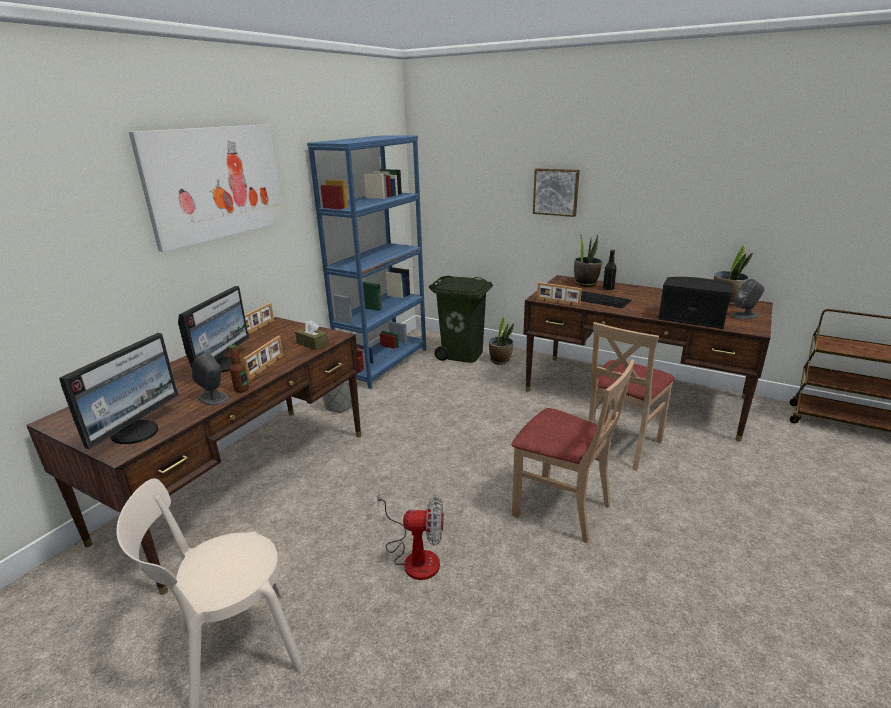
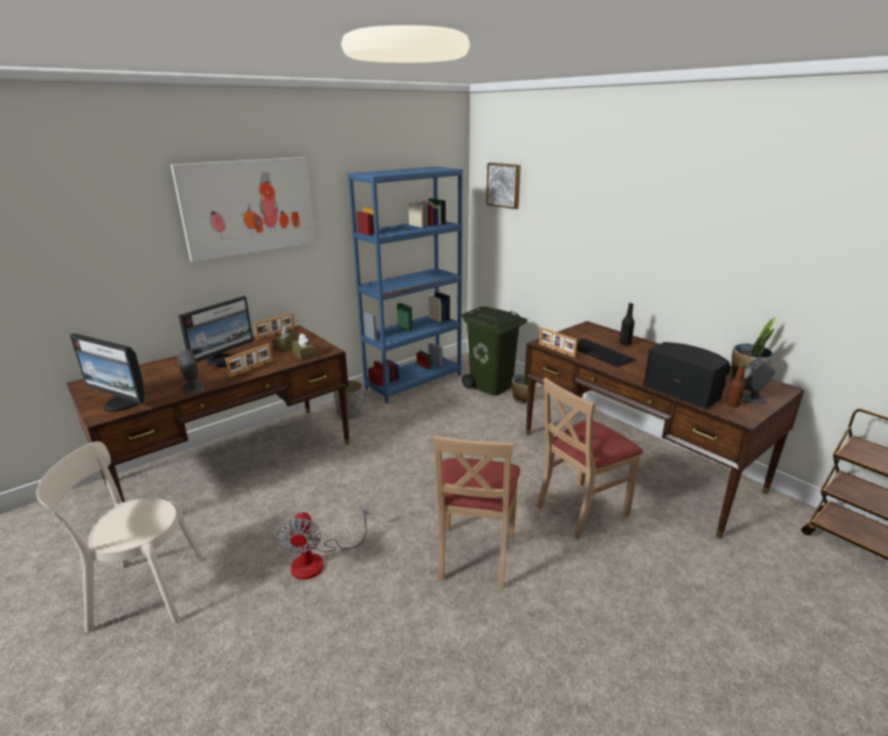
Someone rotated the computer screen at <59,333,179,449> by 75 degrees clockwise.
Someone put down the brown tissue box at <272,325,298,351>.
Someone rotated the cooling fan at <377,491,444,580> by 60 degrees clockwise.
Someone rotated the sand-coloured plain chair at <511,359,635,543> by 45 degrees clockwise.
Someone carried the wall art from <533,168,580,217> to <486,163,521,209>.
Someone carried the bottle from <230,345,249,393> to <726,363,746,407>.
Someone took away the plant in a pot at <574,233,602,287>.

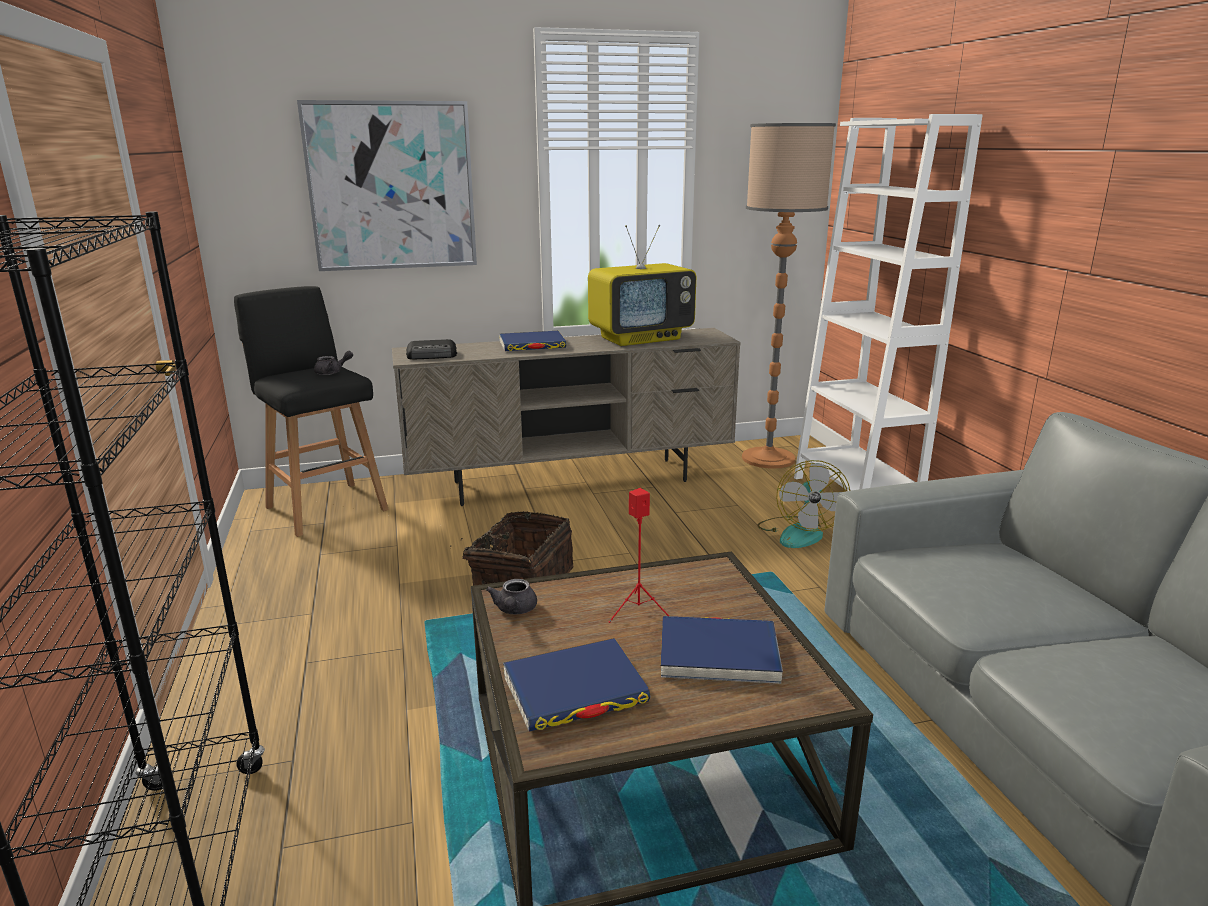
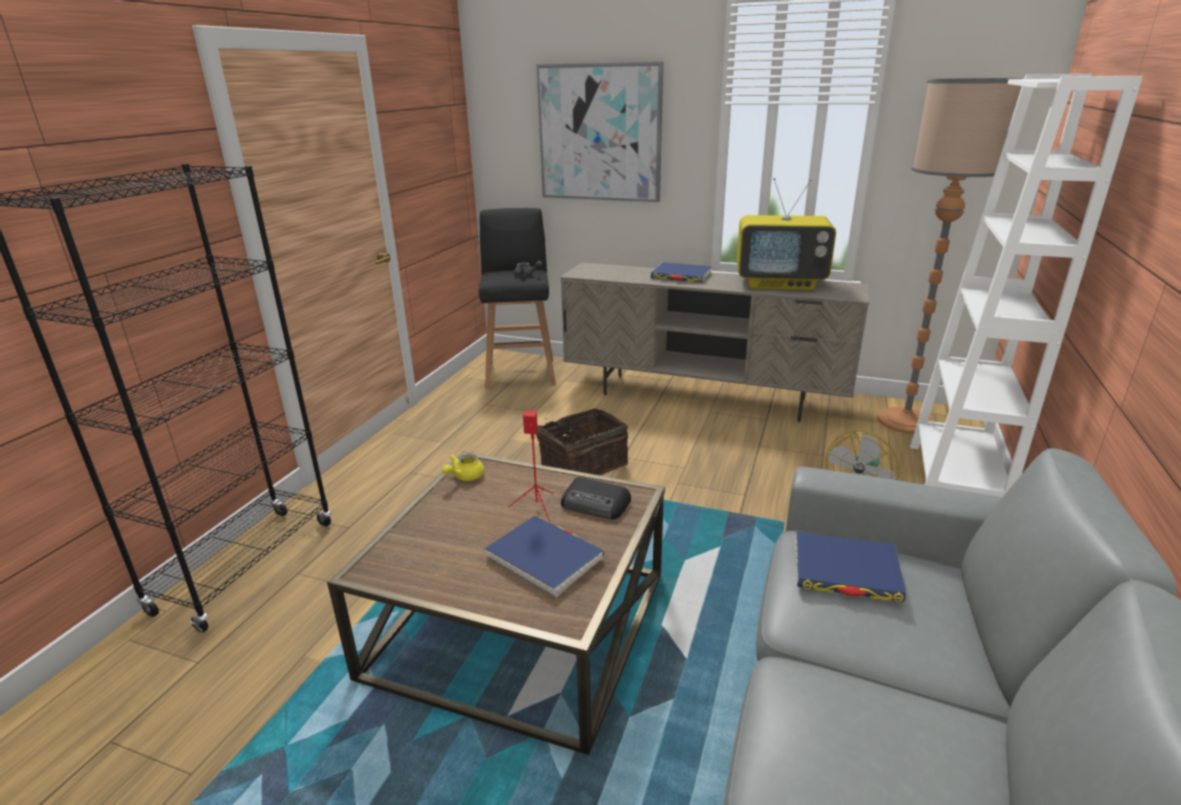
Someone repainted the greyish tea pot at <486,579,537,614>, which became the yellow tea pot at <442,454,484,481>.
Someone carried the radio from <406,339,457,360> to <561,477,631,520>.
Someone carried the bluish volume from <503,638,650,732> to <795,532,906,602>.

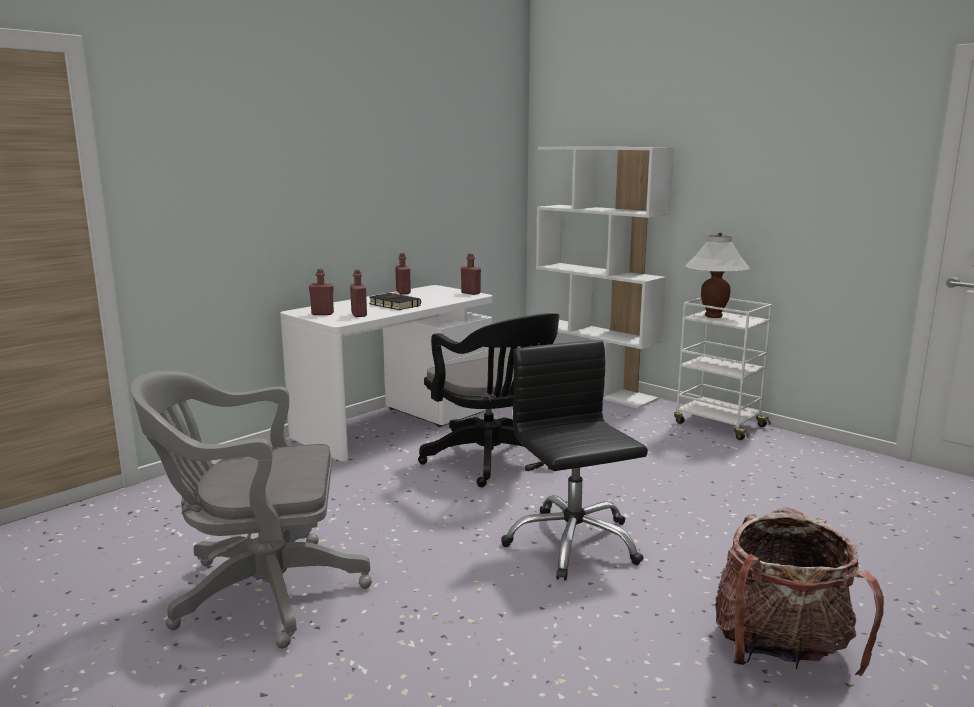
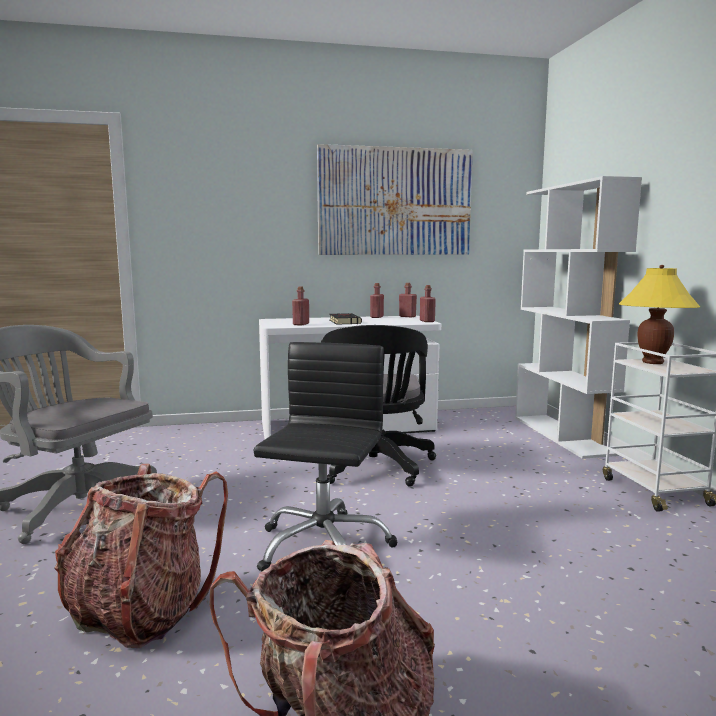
Someone put down the knapsack at <54,464,228,648>.
Someone put up the wall art at <317,144,473,255>.
Someone carried the reddish bottle from <309,269,334,315> to <399,283,417,317>.
Someone repainted the white lamp for a table at <685,232,751,318>, which became the yellow lamp for a table at <619,265,700,364>.

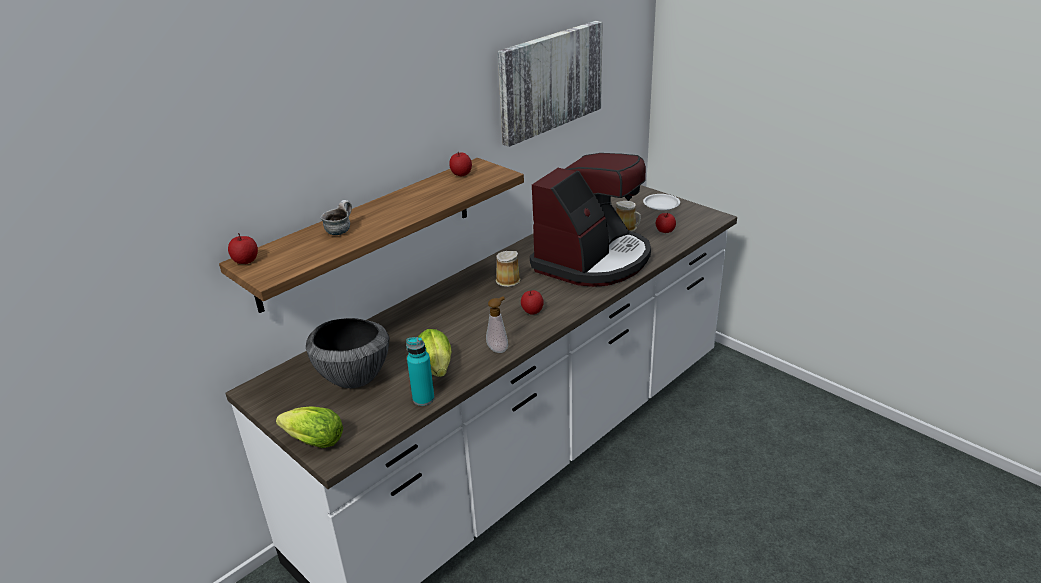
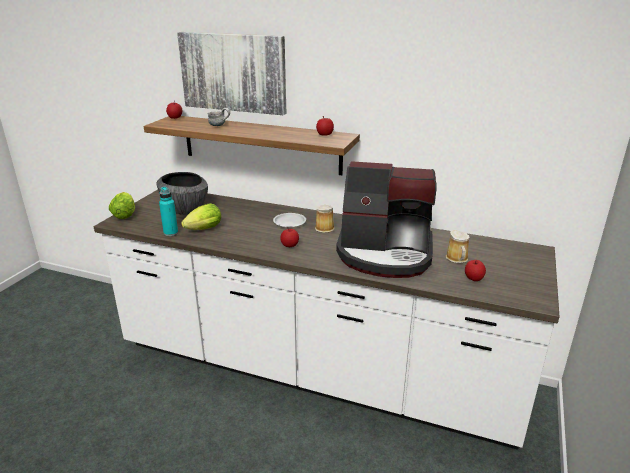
Someone carried the wall art from <498,21,603,147> to <177,32,286,115>.
Someone carried the white plate from <643,194,680,210> to <273,213,306,228>.
Someone took away the soap bottle at <486,296,508,353>.

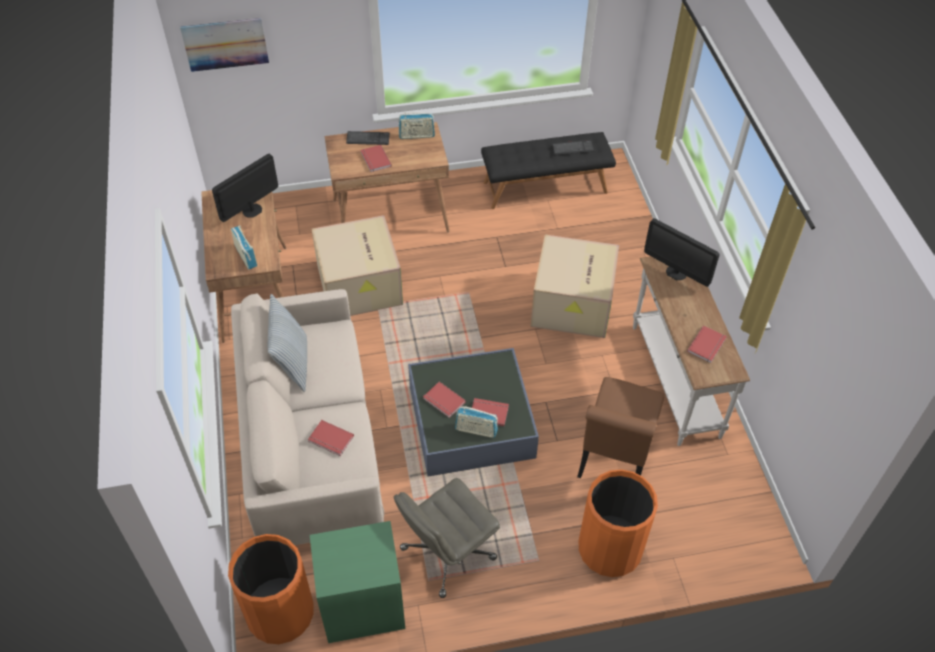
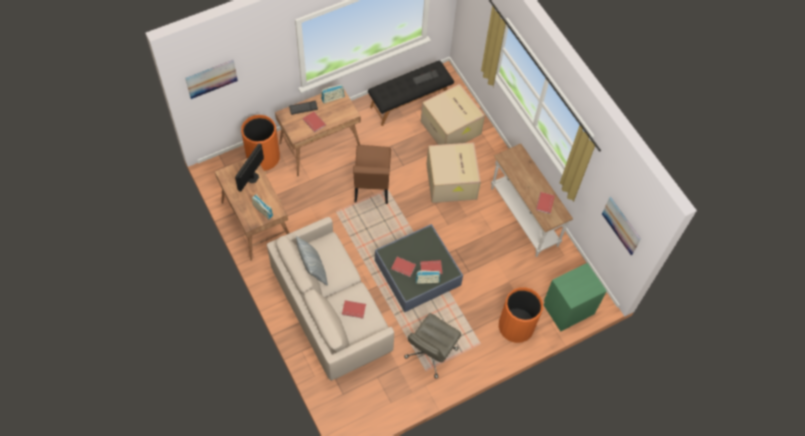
Someone carried the orange waste bin from <228,534,314,644> to <241,115,280,171>.
Someone carried the brown plain chair from <577,377,664,478> to <353,145,391,204>.
Someone carried the carton from <312,215,403,316> to <421,84,485,145>.
Someone carried the green bedside table from <310,521,405,643> to <544,263,607,332>.
Someone put up the wall art at <602,197,641,255>.
Someone took away the computer screen at <644,218,720,287>.

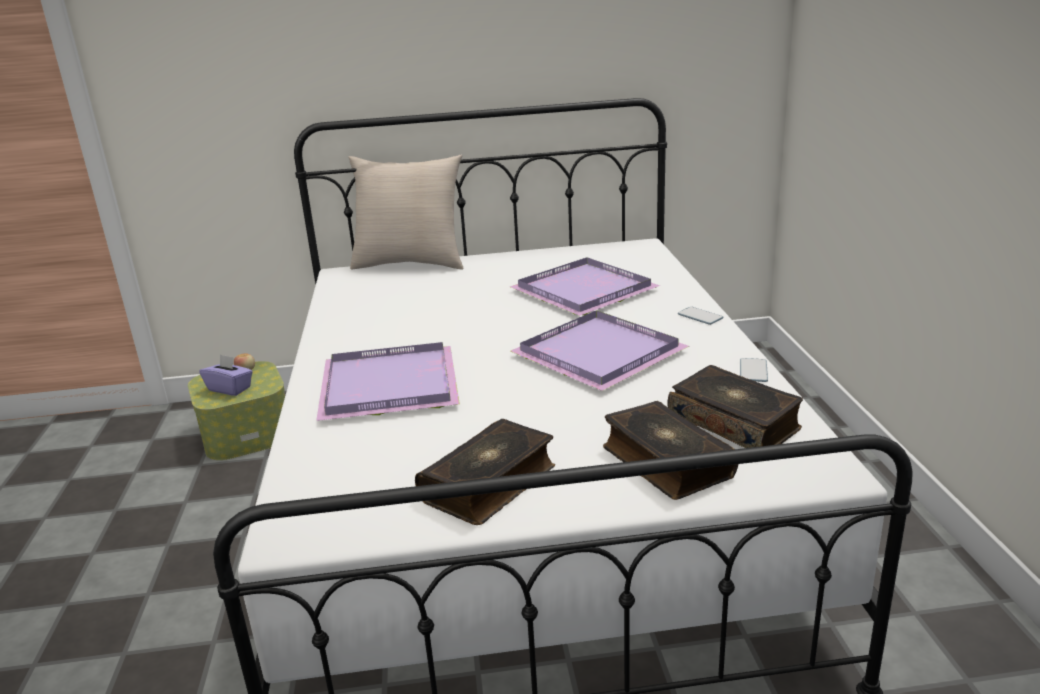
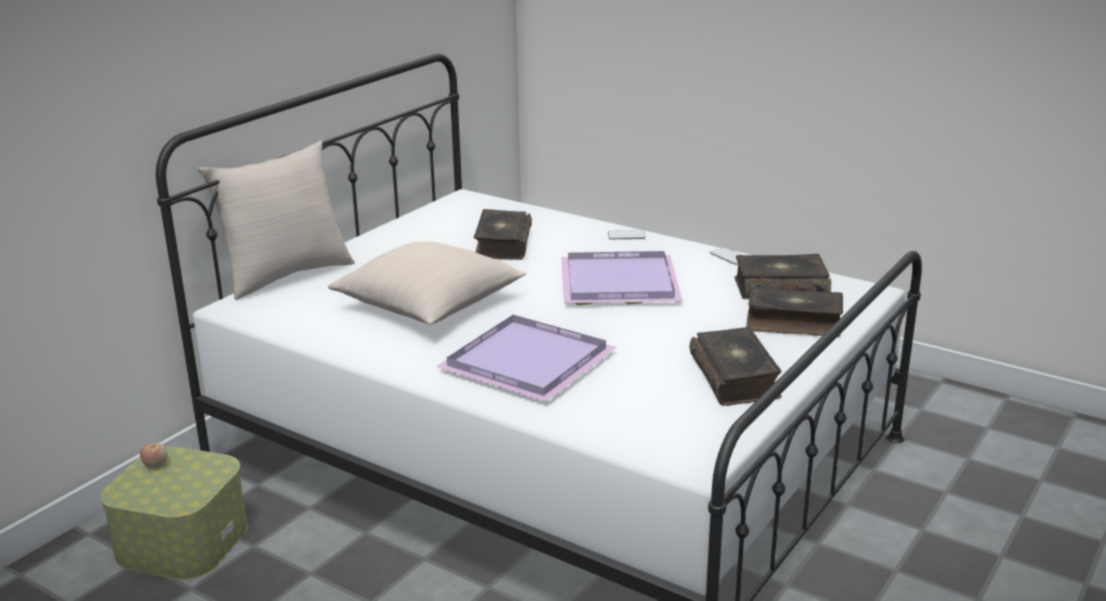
Someone put down the sand-coloured throw pillow at <328,242,526,324>.
Someone swapped the purple-coloured serving tray at <510,257,660,316> for the volume at <474,209,532,260>.
Someone took away the purple-coloured tissue box at <199,354,253,396>.

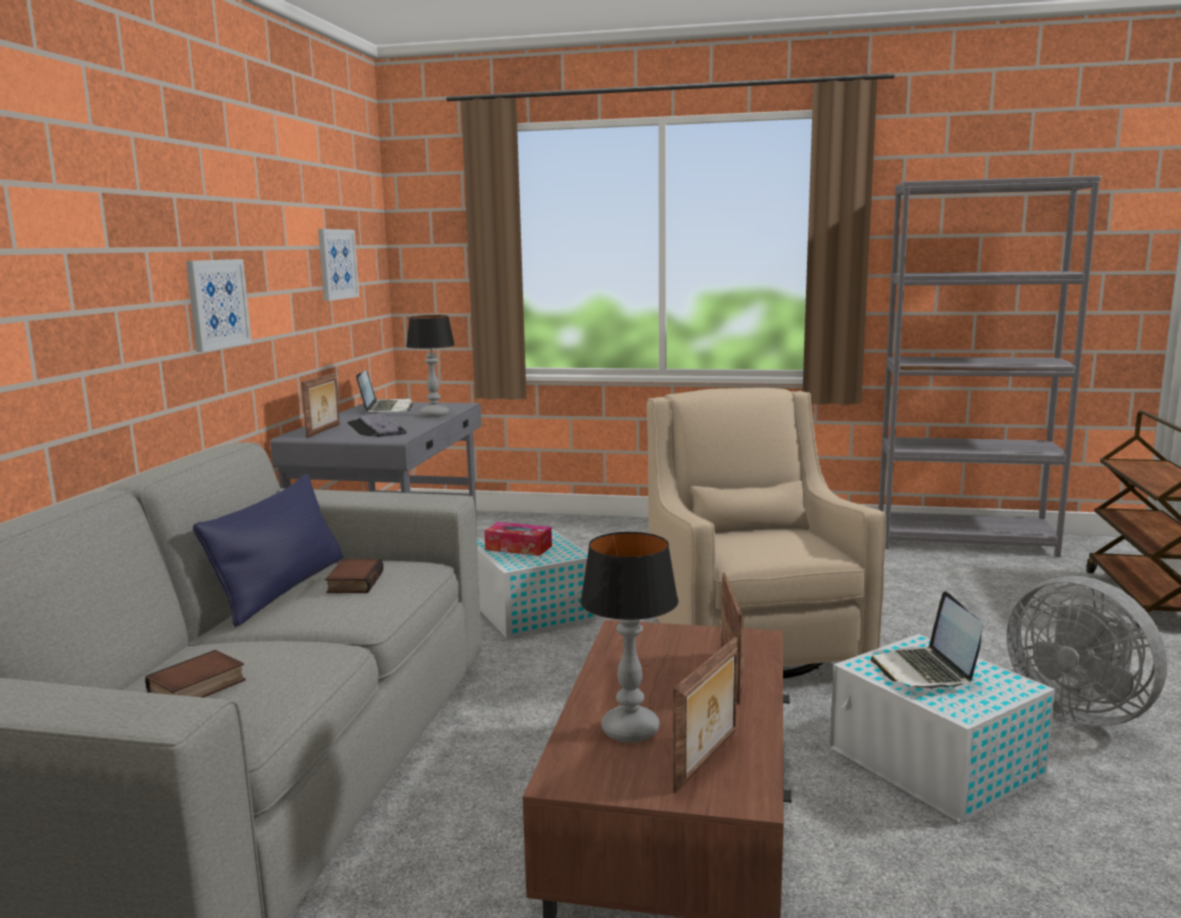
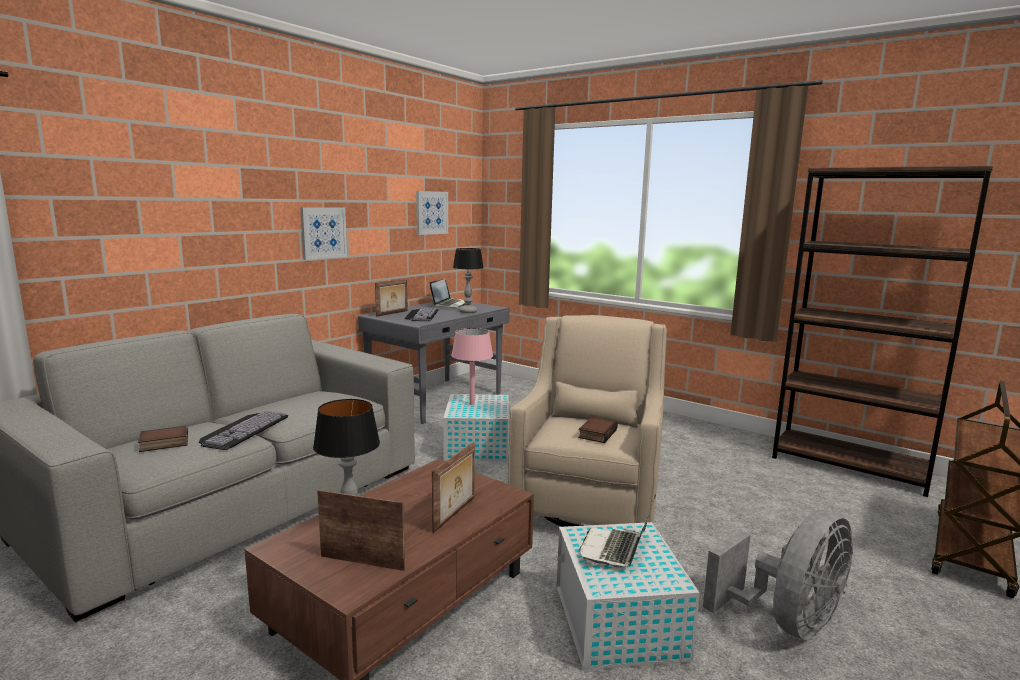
Someone put down the PC keyboard at <199,411,288,450>.
Someone rotated the standing frame at <673,637,737,794> by 135 degrees counterclockwise.
Someone swapped the tissue box at <484,522,552,556> for the pink lamp for a table at <451,328,493,405>.
Someone carried the volume from <325,559,384,593> to <578,417,618,443>.
Someone rotated the greyish cooling fan at <1007,576,1167,726> by 120 degrees counterclockwise.
Someone repainted the greyish shelving unit at <878,176,1101,557>, which became the brown shelving unit at <772,165,993,497>.
Someone took away the bluish throw pillow at <193,474,343,627>.

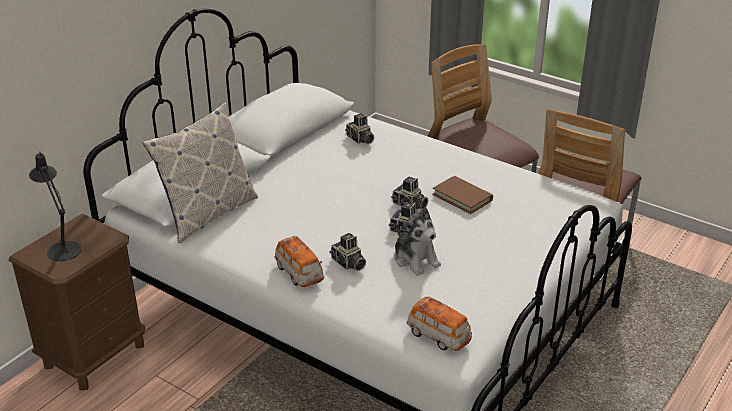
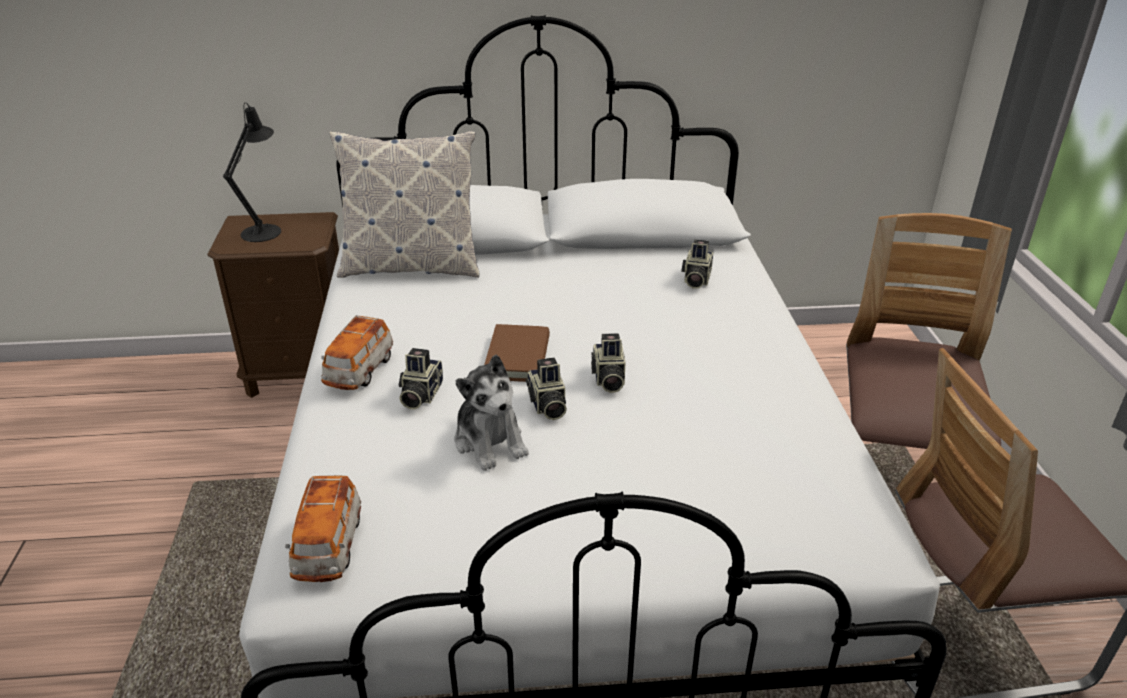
Someone rotated the soft toy at <394,207,441,276> by 45 degrees counterclockwise.
Someone carried the brown volume from <432,176,493,214> to <484,324,550,382>.

